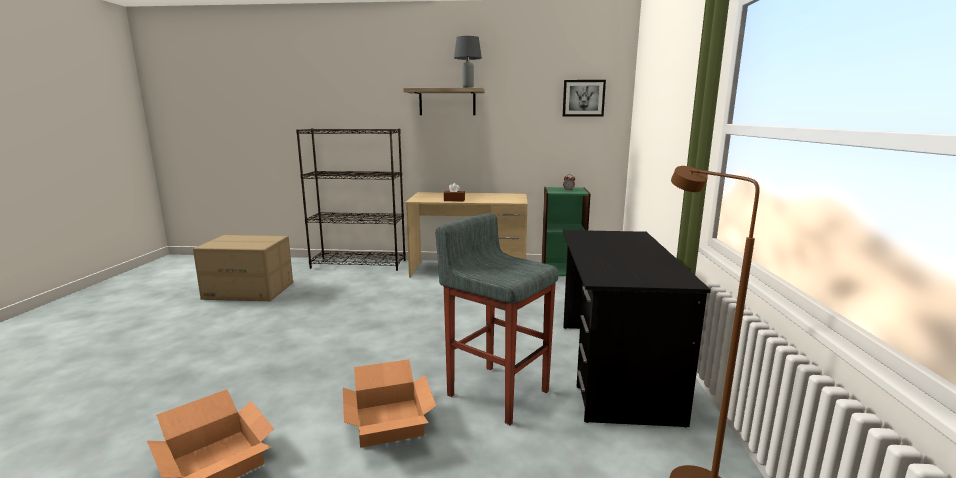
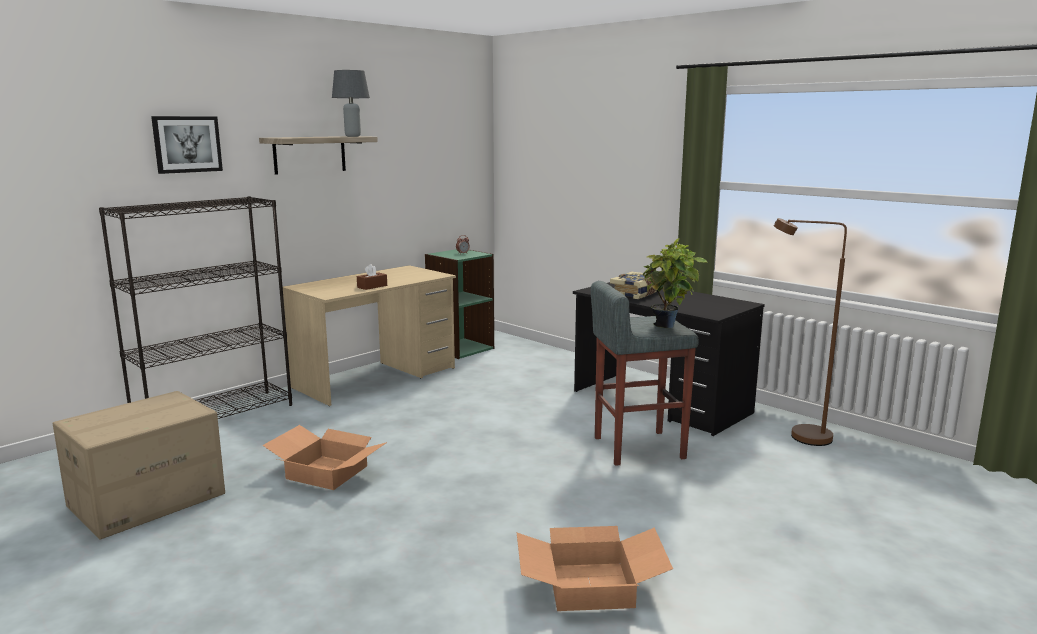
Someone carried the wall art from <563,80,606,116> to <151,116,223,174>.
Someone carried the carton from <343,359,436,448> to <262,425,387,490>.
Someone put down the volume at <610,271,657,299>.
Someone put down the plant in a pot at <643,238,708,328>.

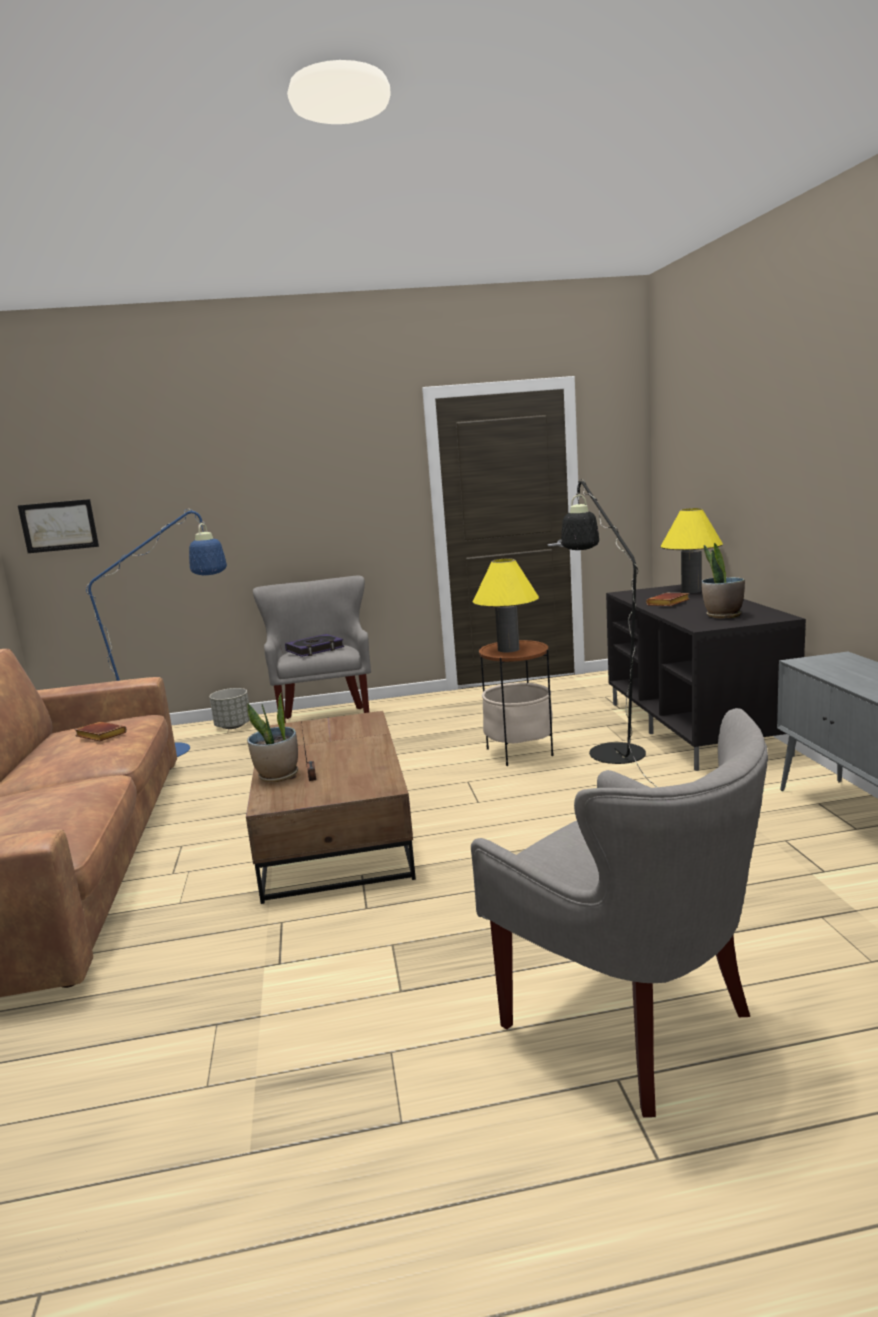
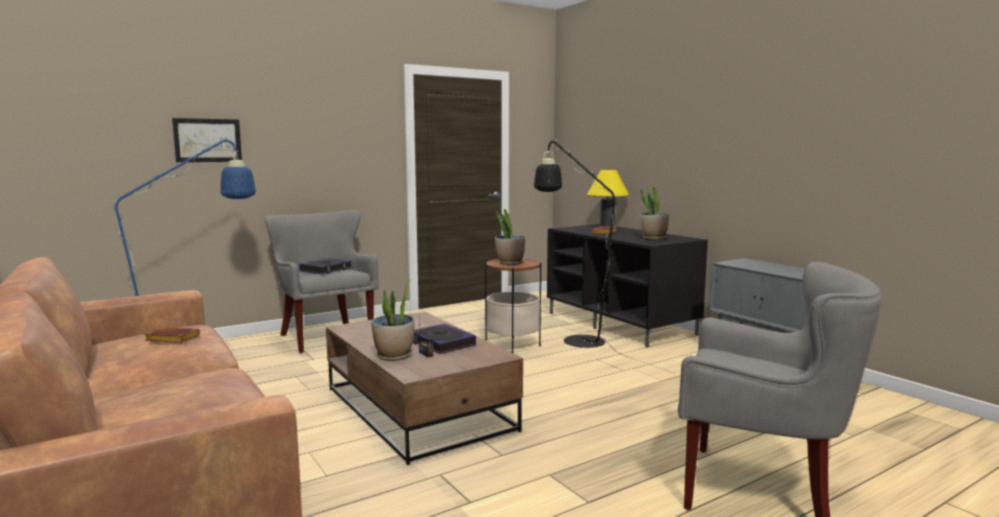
Someone carried the wall art from <18,499,99,553> to <172,118,242,162>.
Someone put down the volume at <413,324,476,354>.
Someone swapped the yellow lamp for a table at <473,558,539,652> for the plant in a pot at <495,209,525,265>.
Someone took away the greyish plant pot at <209,688,250,729>.

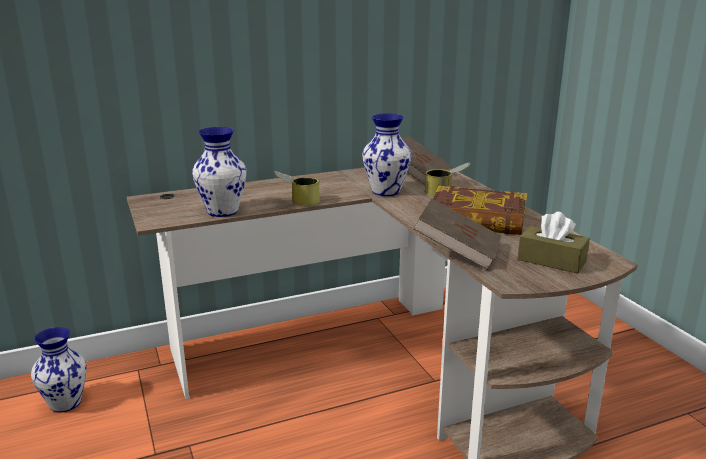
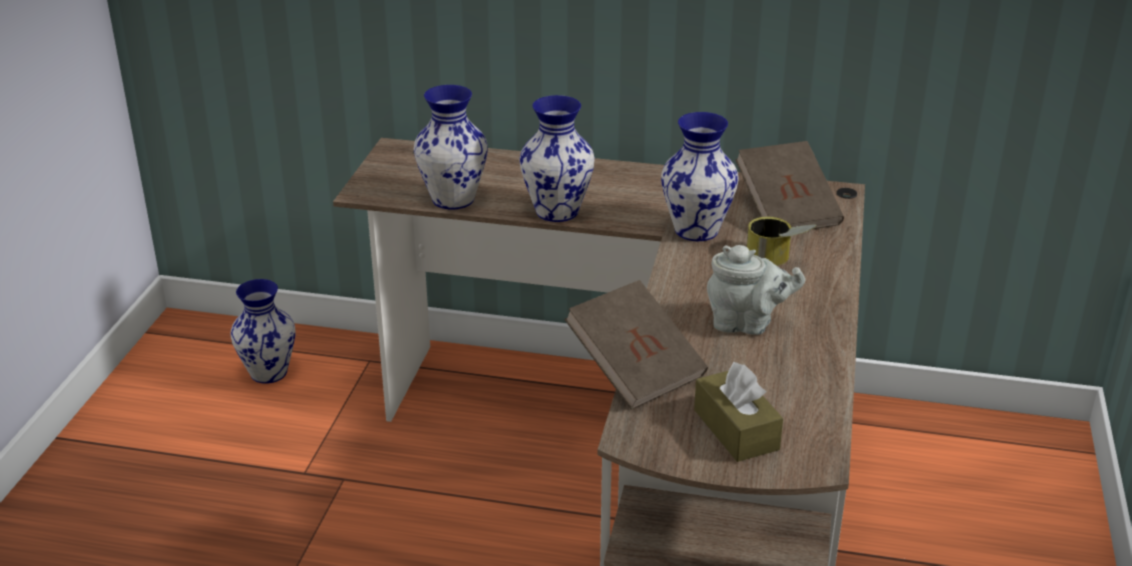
Someone swapped the metal can at <273,171,320,206> for the flower vase at <519,95,595,222>.
Someone swapped the volume at <433,186,527,235> for the greyish tea pot at <707,245,805,335>.

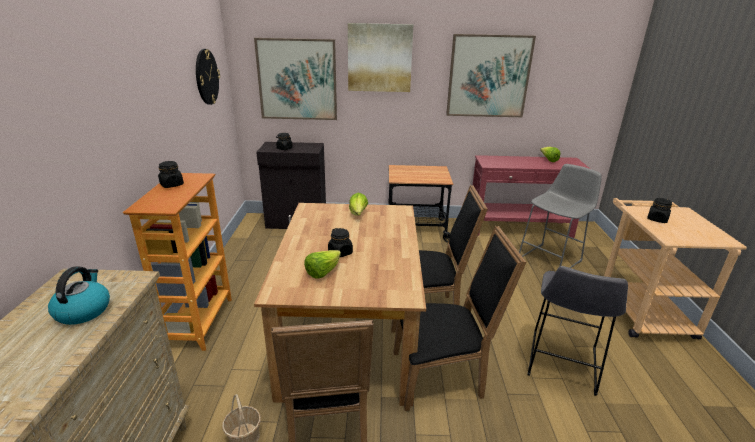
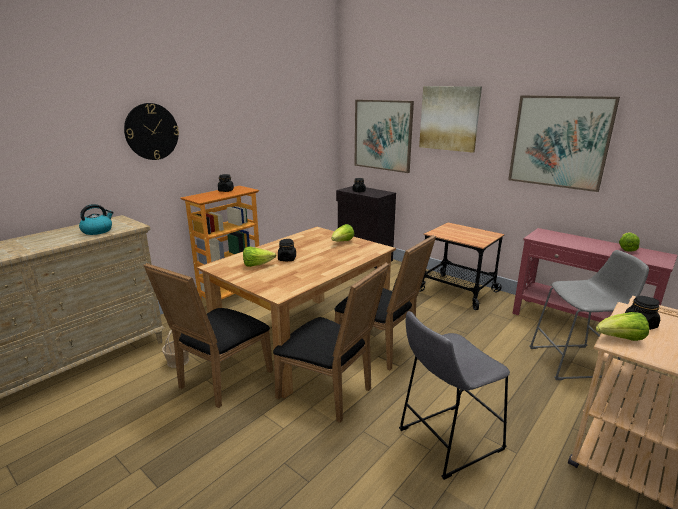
Someone carried the wall clock from <196,49,220,105> to <124,103,179,160>.
Someone put down the head of lettuce at <596,312,649,341>.

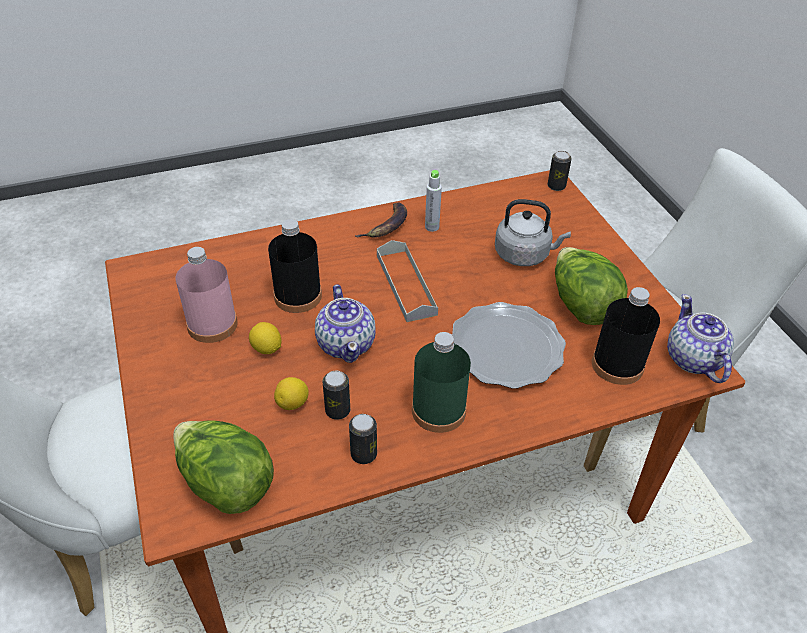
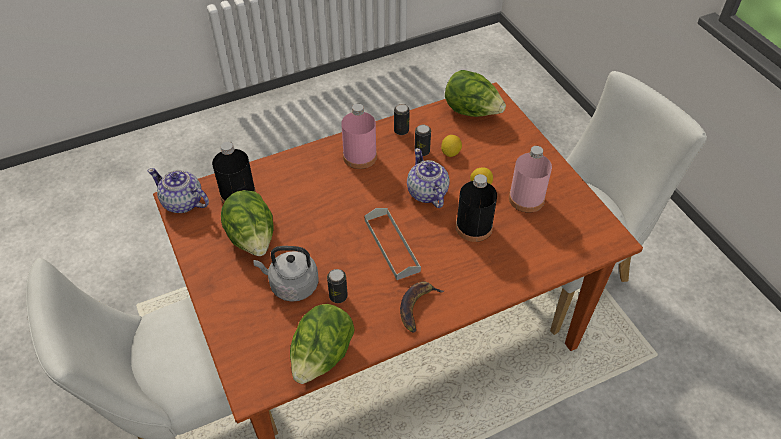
Someone rotated the tea pot at <667,294,734,383> by 135 degrees clockwise.
Someone put down the head of lettuce at <290,304,355,384>.
Someone carried the metal can from <547,151,572,191> to <327,269,348,303>.
Someone repainted the green bottle at <412,332,471,433>, which became the pink bottle at <341,103,377,169>.
Someone took away the greyish bottle at <425,170,442,232>.
Someone took away the plate at <452,302,566,389>.

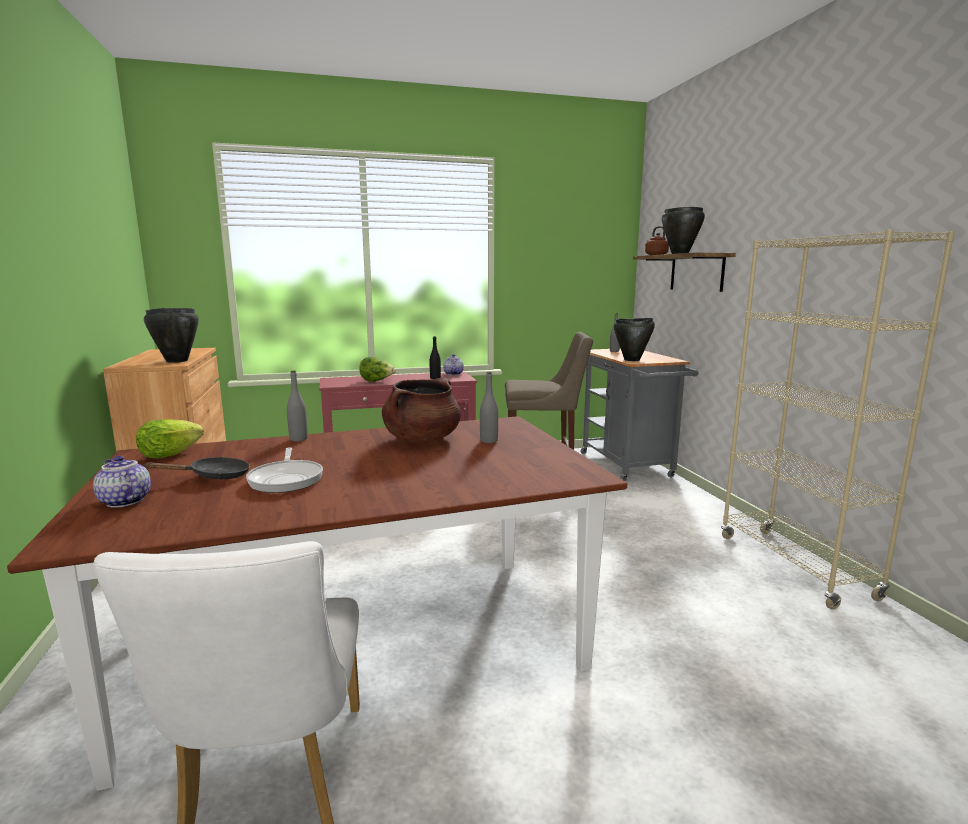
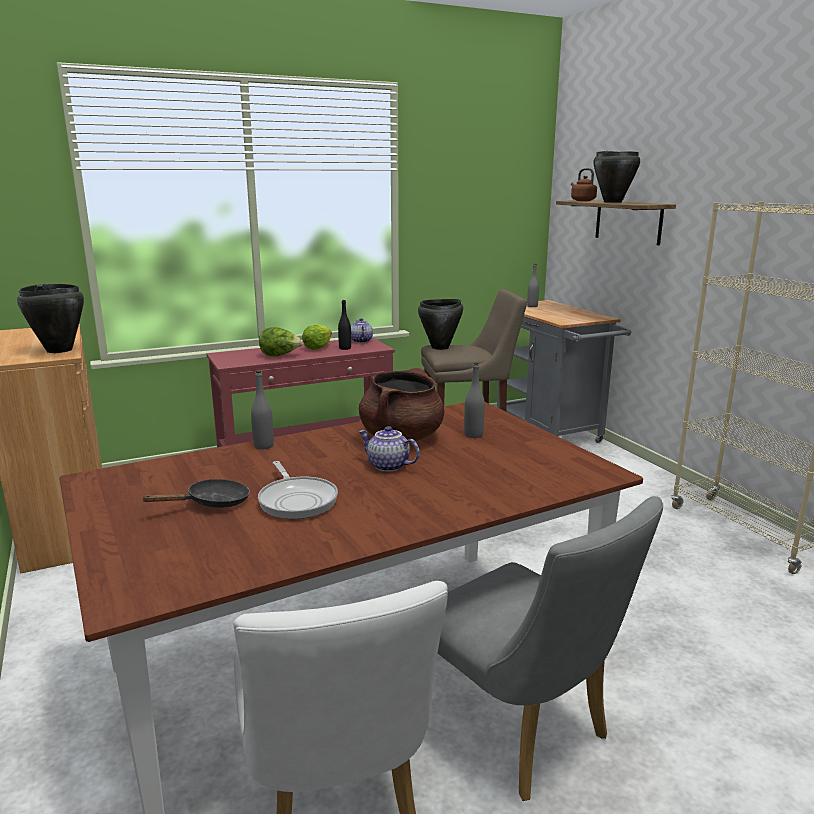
Someone carried the head of lettuce from <136,419,204,459> to <302,325,332,350>.
Someone carried the tea pot from <93,455,151,508> to <359,426,420,472>.
Someone carried the black saucepot from <614,318,655,361> to <418,299,463,350>.
Someone put down the greyish plain chair at <438,496,663,801>.

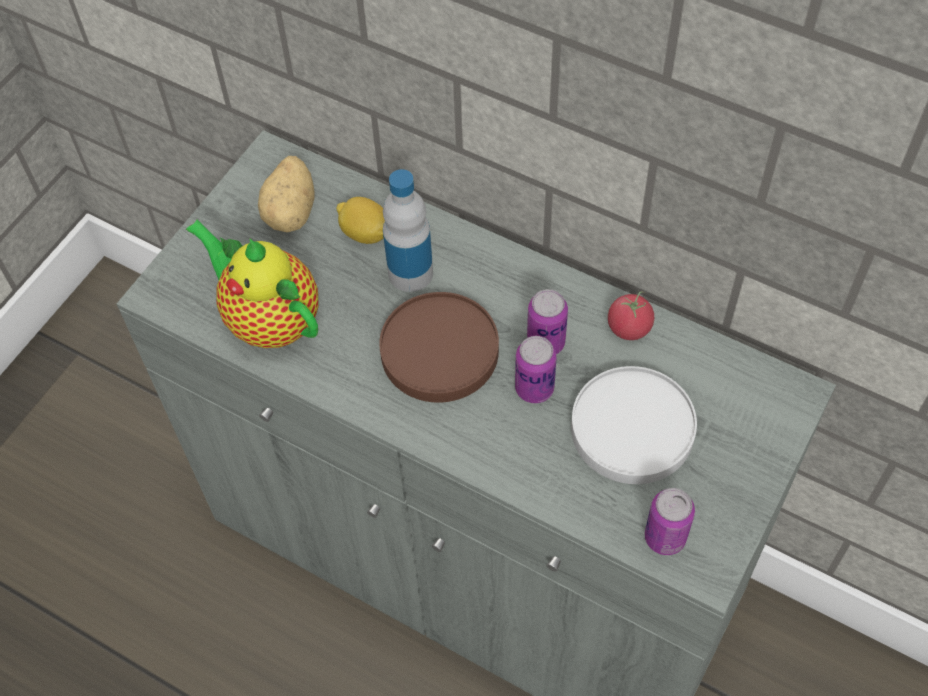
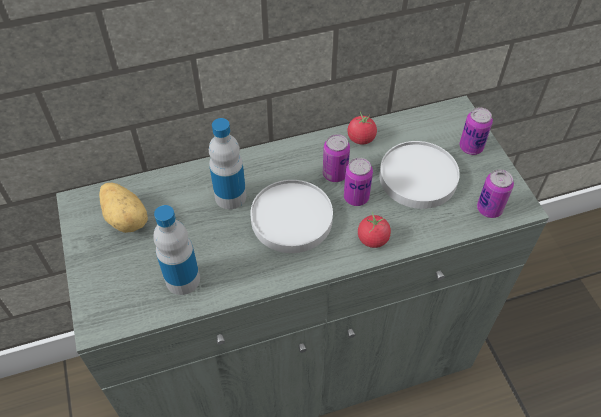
Someone swapped the tea pot at <186,219,319,348> for the bottle at <153,205,200,295>.
Someone repainted the brown plate at <379,292,499,403>, which became the white plate at <250,180,333,253>.
Someone put down the tomato at <358,212,391,248>.
Someone put down the metal can at <459,108,493,155>.
Someone took away the lemon at <336,197,385,244>.

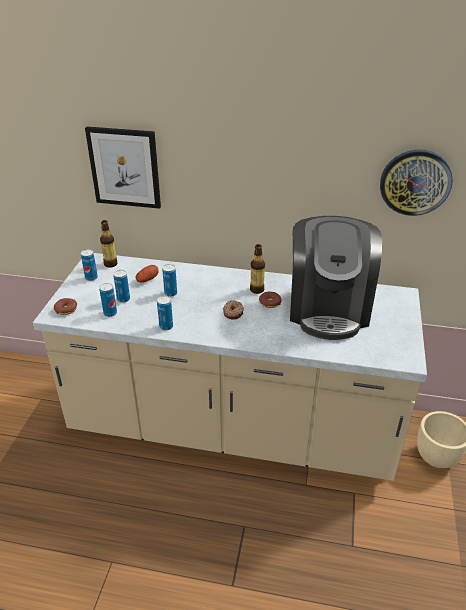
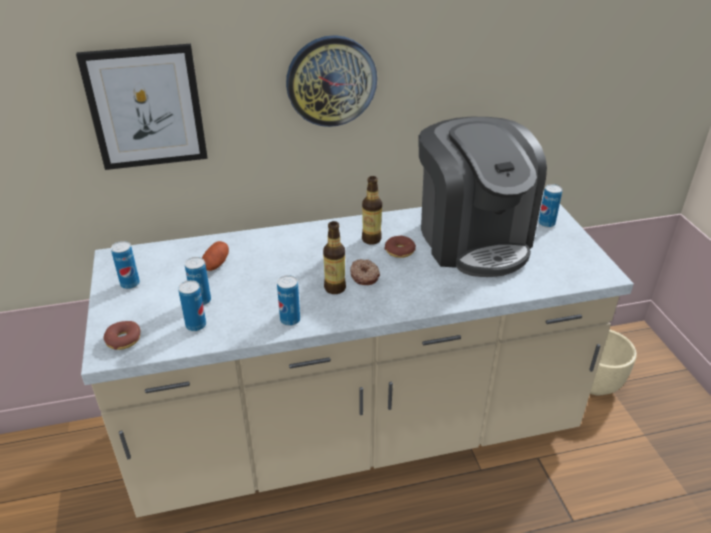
Someone carried the wall clock from <380,149,453,216> to <286,35,377,127>.
Someone carried the bottle from <100,220,117,268> to <323,221,346,294>.
Someone carried the metal can from <162,264,177,297> to <538,184,563,228>.

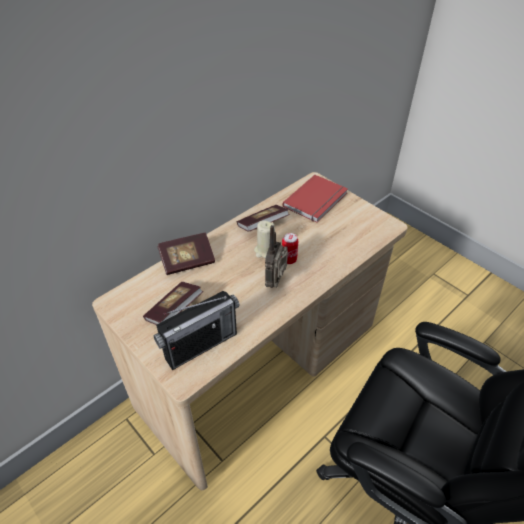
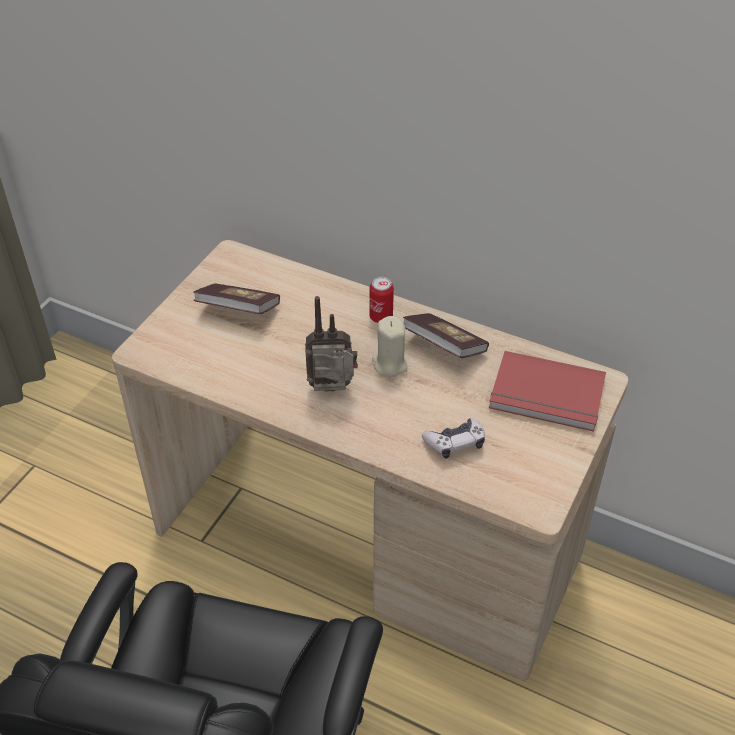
Someone carried the metal can from <282,233,298,264> to <369,276,394,323>.
Someone put down the game controller at <422,418,485,459>.
Someone took away the radio at <153,291,239,370>.
Someone took away the volume at <157,232,215,275>.

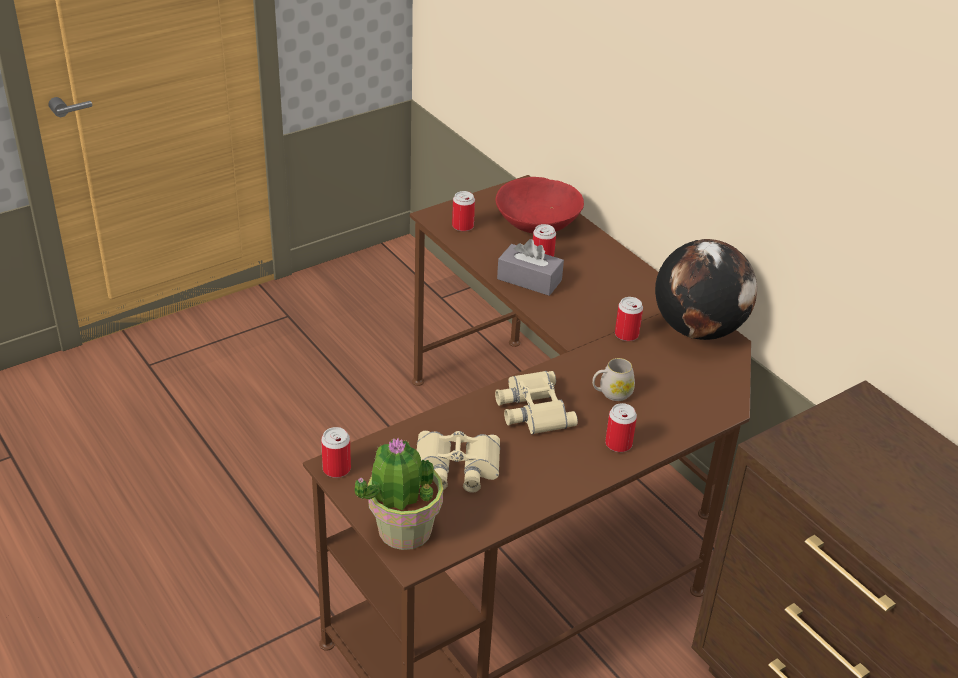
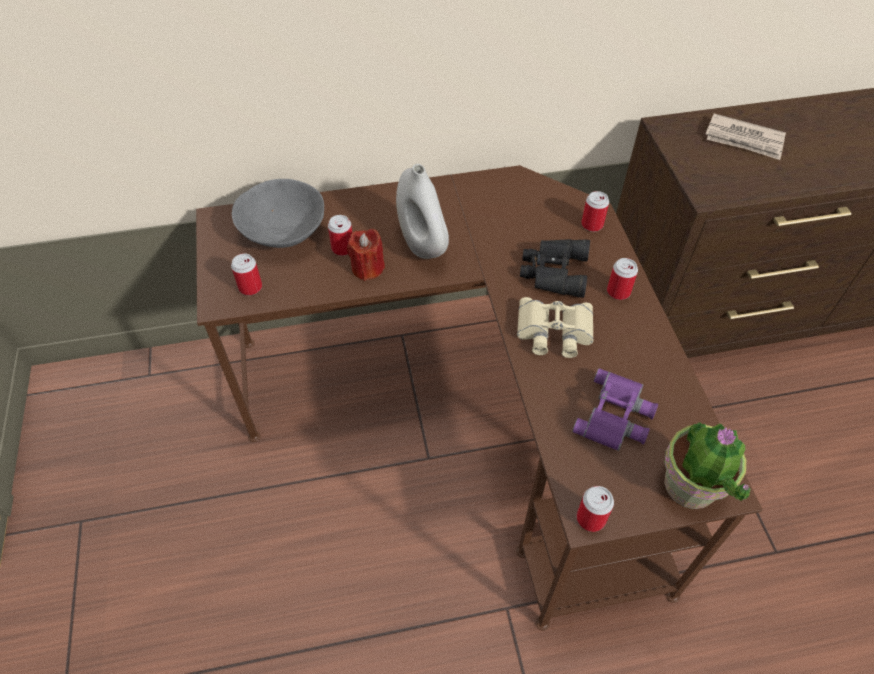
Someone repainted the reddish bowl at <495,177,584,234>, which became the greyish bowl at <232,179,324,248>.
Someone swapped the greyish tissue box at <497,239,564,296> for the reddish wax light at <347,229,385,281>.
Someone put down the white flower vase at <396,164,449,259>.
Someone swapped the white coffee mug at <592,358,635,401> for the black binoculars at <520,239,590,298>.
Someone repainted the sand-coloured binoculars at <417,431,500,493>, which became the purple-coloured binoculars at <572,368,658,451>.
Someone carried the metal can from <615,297,643,341> to <581,191,609,232>.
Someone put down the printed paper at <705,113,786,160>.
Someone took away the world globe at <655,239,757,340>.

